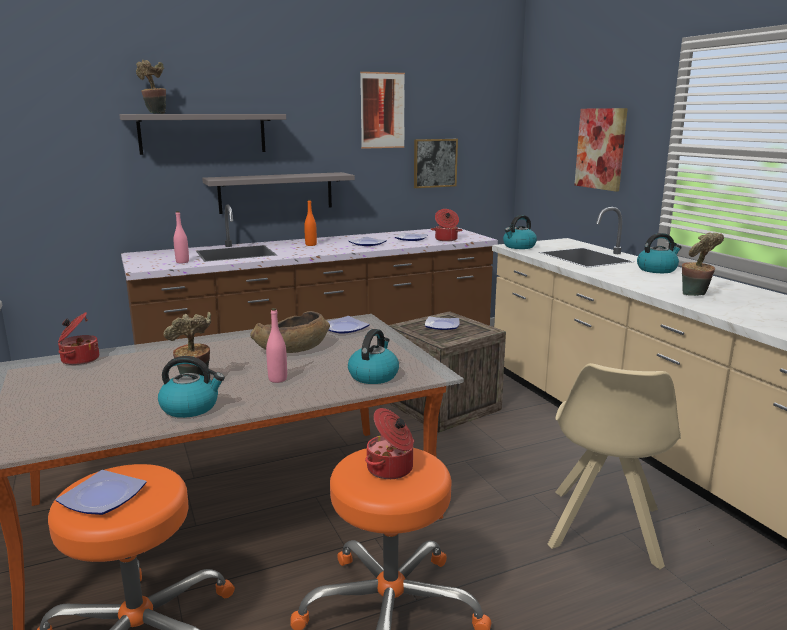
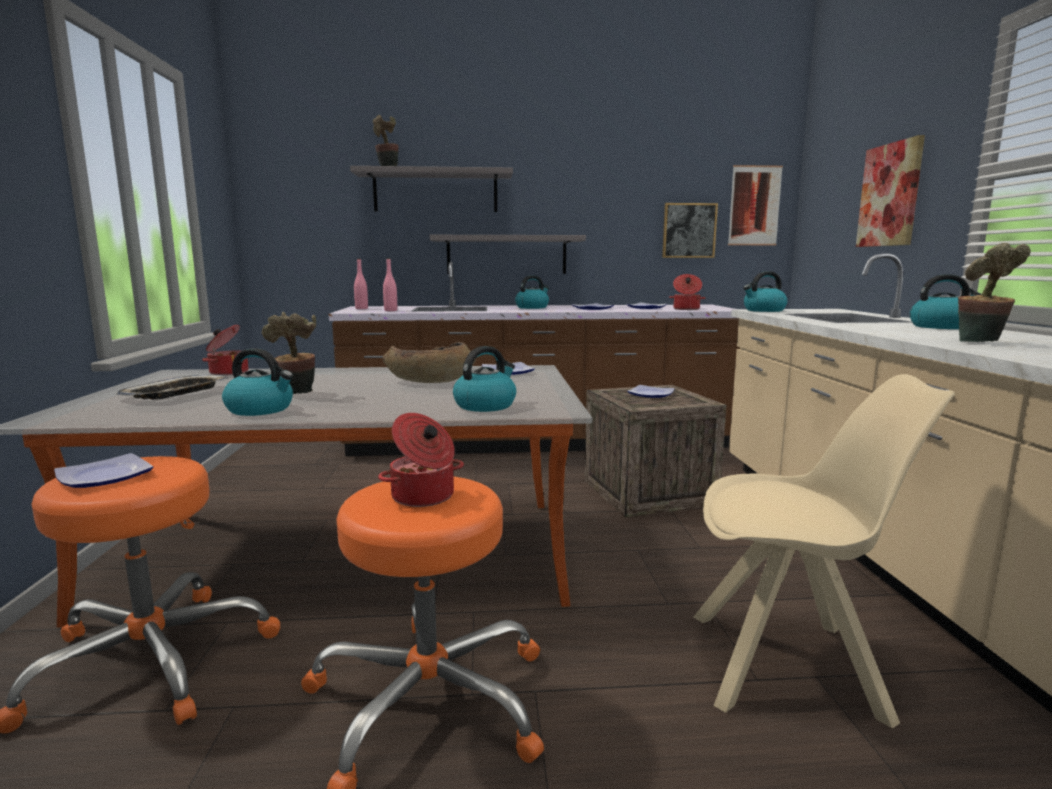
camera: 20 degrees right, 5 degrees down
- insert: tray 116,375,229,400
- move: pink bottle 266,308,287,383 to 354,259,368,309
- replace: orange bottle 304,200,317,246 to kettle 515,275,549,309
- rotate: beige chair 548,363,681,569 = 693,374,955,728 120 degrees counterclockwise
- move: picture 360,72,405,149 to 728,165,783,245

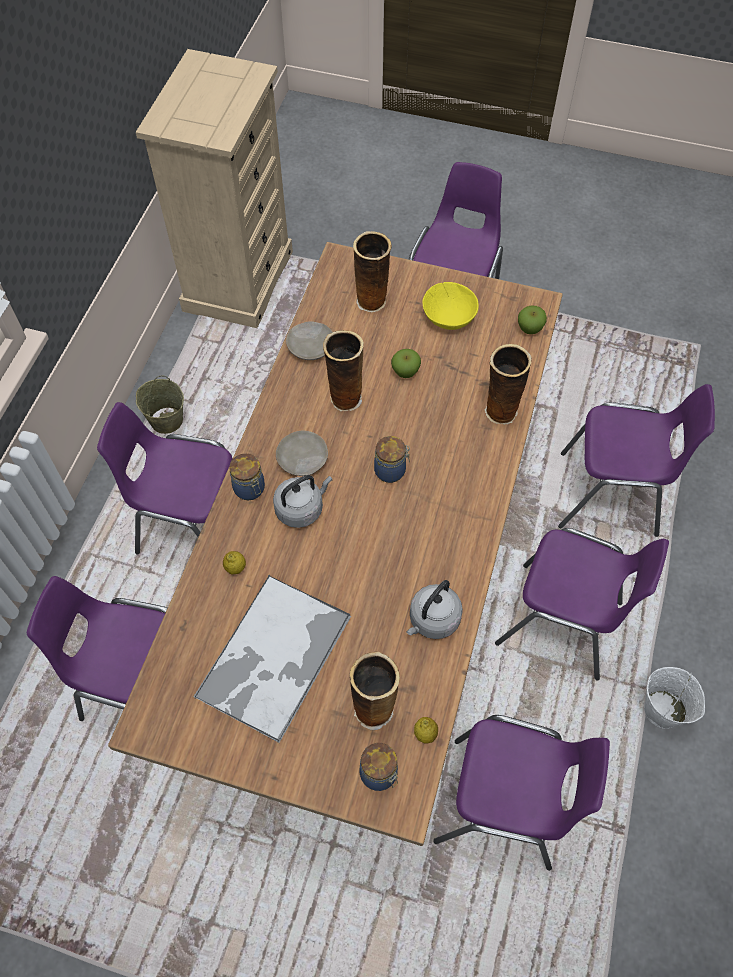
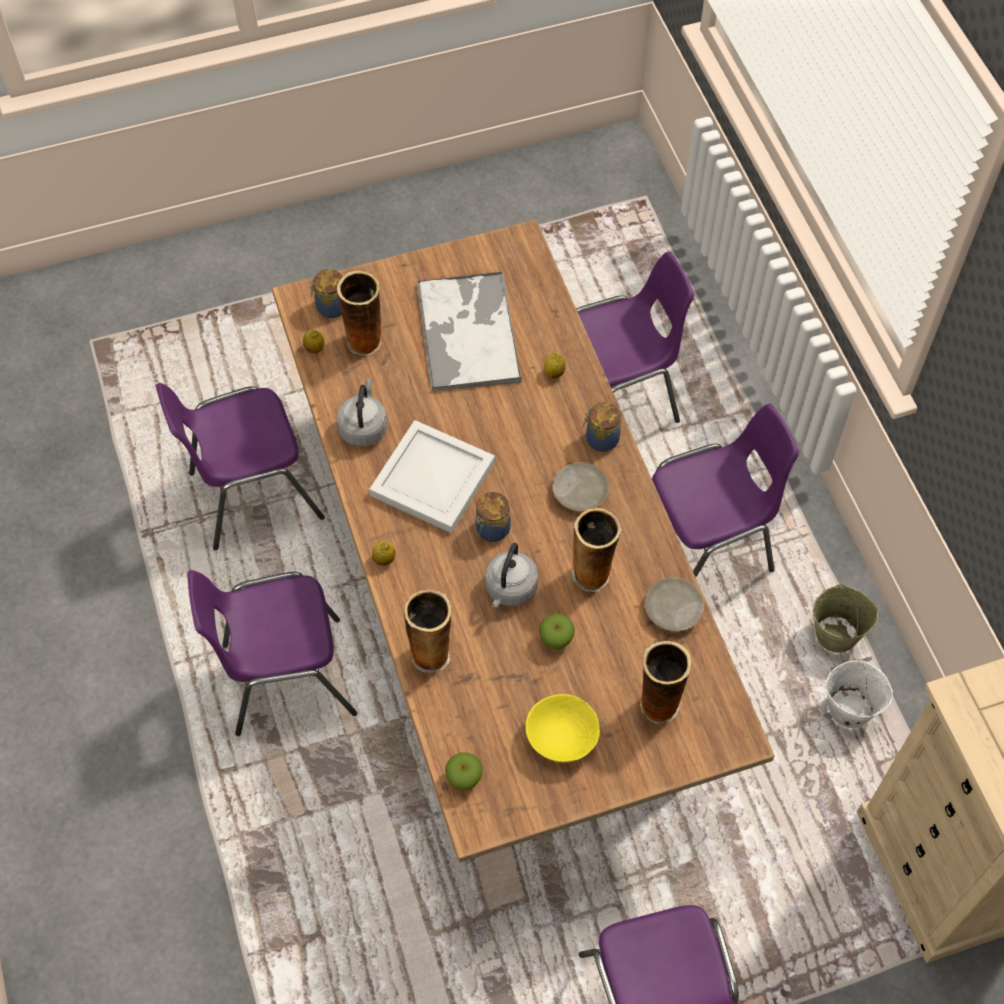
camera: 145 degrees right, 0 degrees up
- insert: white tray 369,420,495,533
- insert: lemon 372,541,396,566
- move: grey kettle 273,475,332,528 to 485,543,539,607
- move: white bucket 644,667,705,729 to 825,659,893,728
- delete: purple chair 558,384,715,537

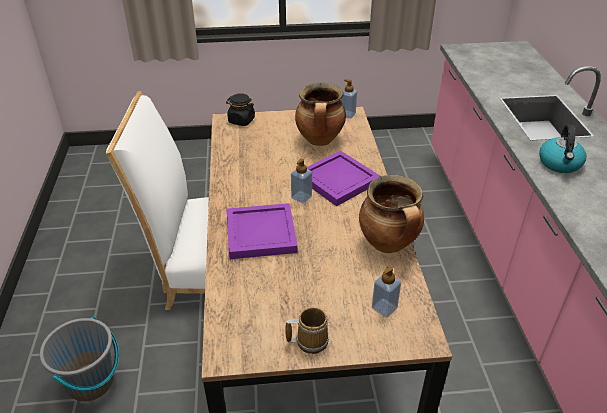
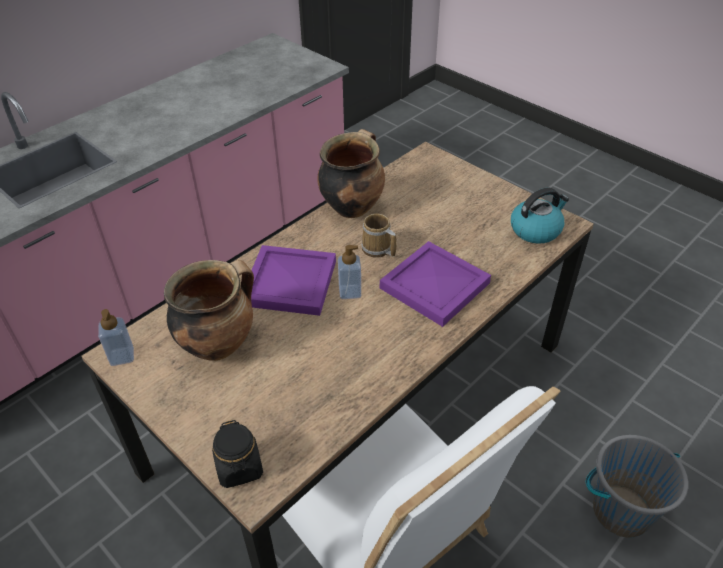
camera: 130 degrees left, 5 degrees up
- move: mug 285,307,329,354 to 361,214,397,258
- move: kettle 539,125,586,173 to 511,187,569,244
- delete: soap dispenser 372,266,401,318

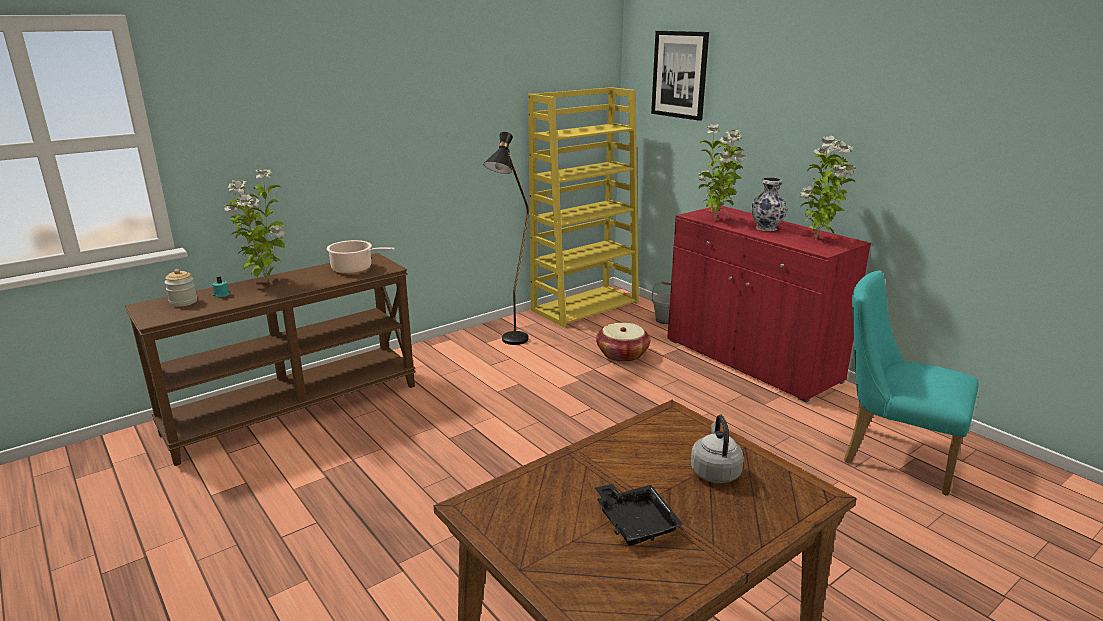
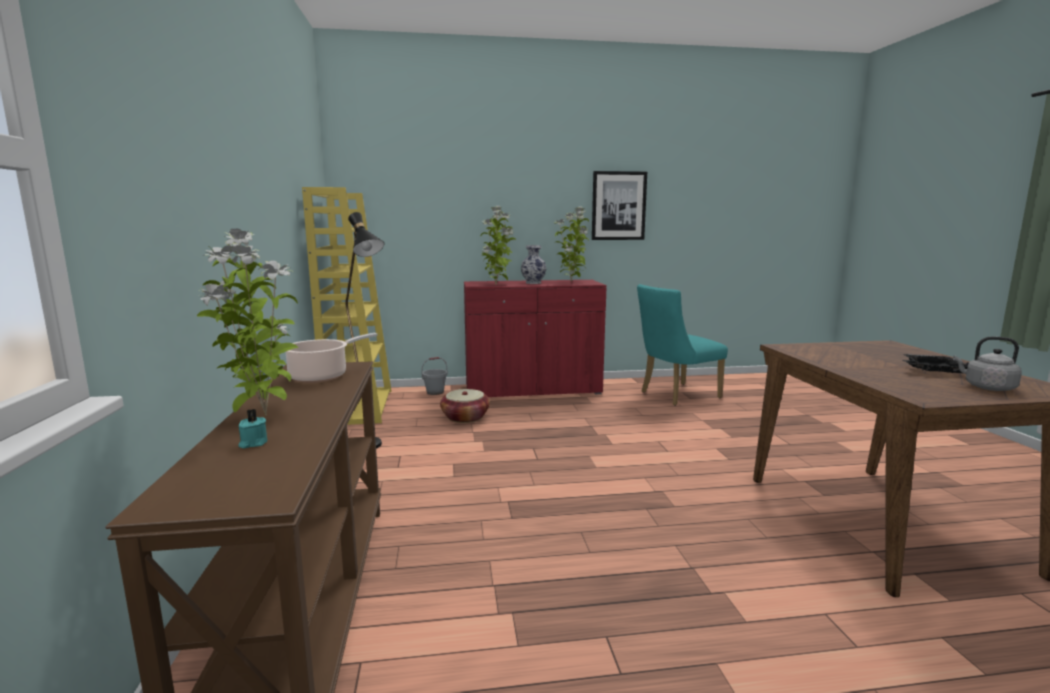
camera: 60 degrees left, 10 degrees down
- move: picture 651,31,709,121 to 592,171,647,240
- move: grey kettle 691,415,744,483 to 953,337,1022,391
- delete: jar 164,269,197,307

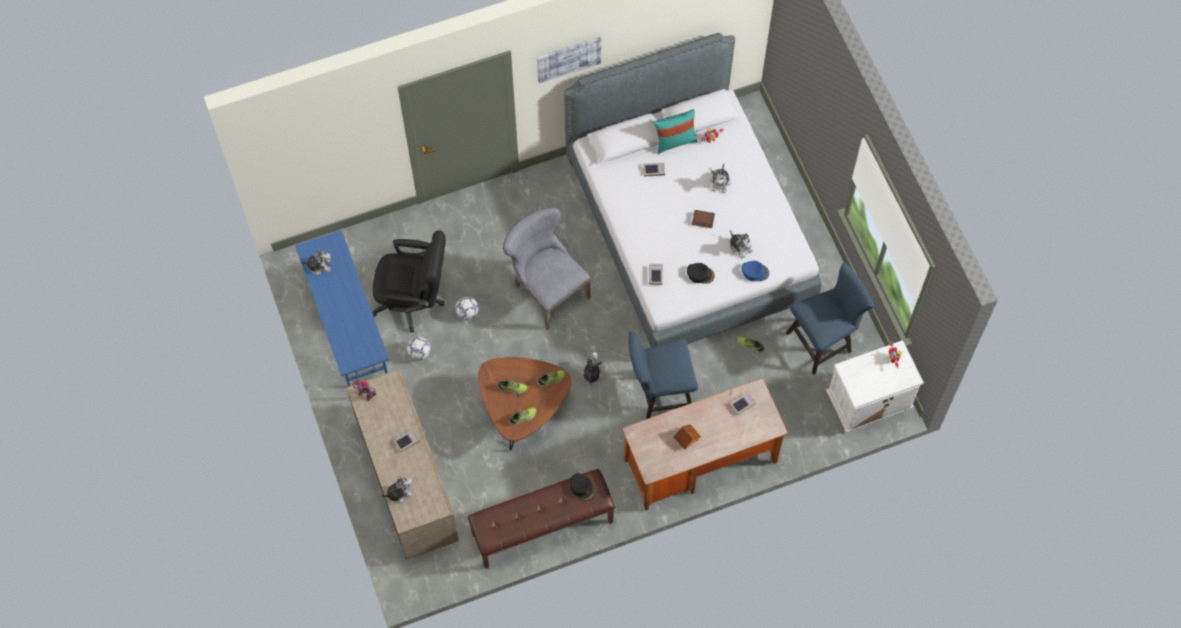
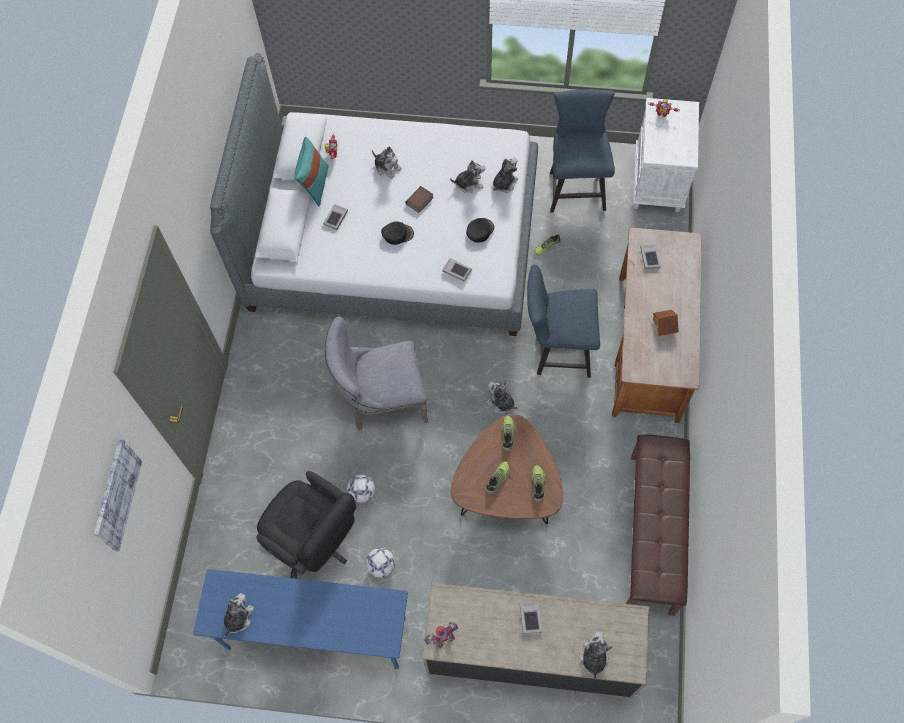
camera: 60 degrees left, 0 degrees up
- move: picture 537,37,601,83 to 94,439,142,552
- rotate: black office chair 372,230,446,333 = 256,471,356,579 90 degrees clockwise
- move: black cap 570,473,595,501 to 381,221,414,245
- replace: blue cap 742,261,769,281 to plush toy 493,158,518,193
- rotate: blue chair 628,331,698,419 = 527,264,600,378 75 degrees clockwise

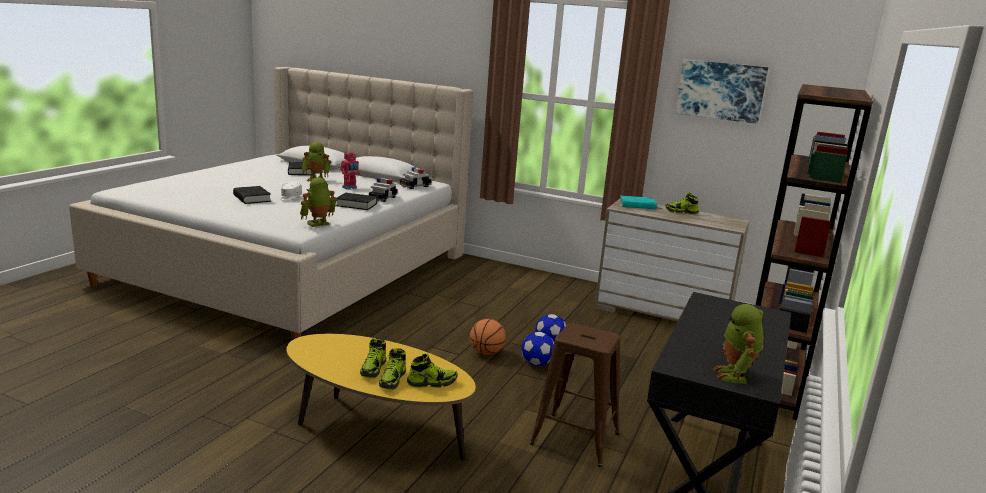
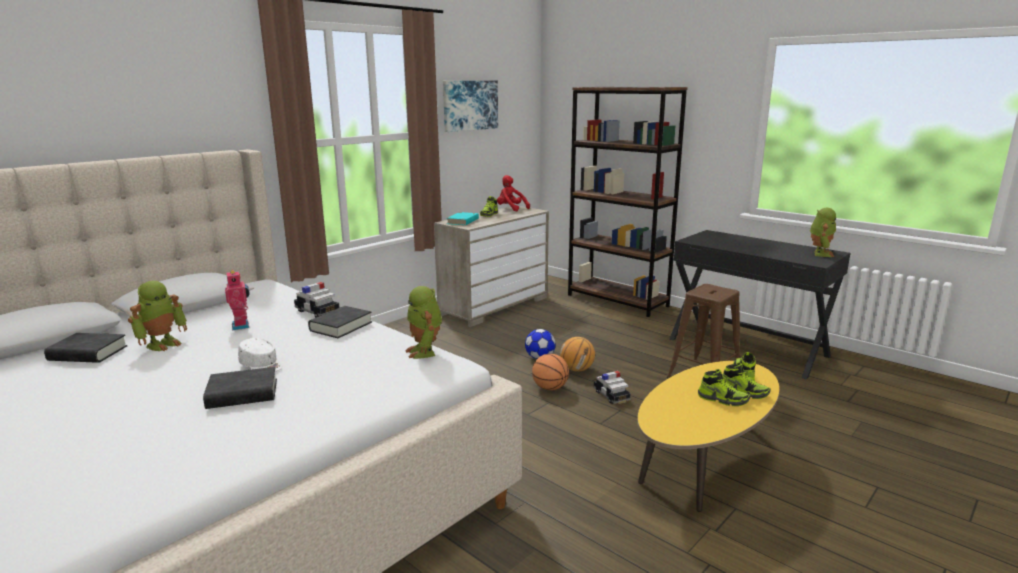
camera: 70 degrees left, 0 degrees up
- insert: red plush toy 497,175,530,211
- replace: football 521,332,554,366 to basketball 560,337,595,372
- move: toy car 400,167,432,189 to 594,371,631,404
- rotate: toy robot 713,304,764,384 = 810,208,837,257 90 degrees counterclockwise

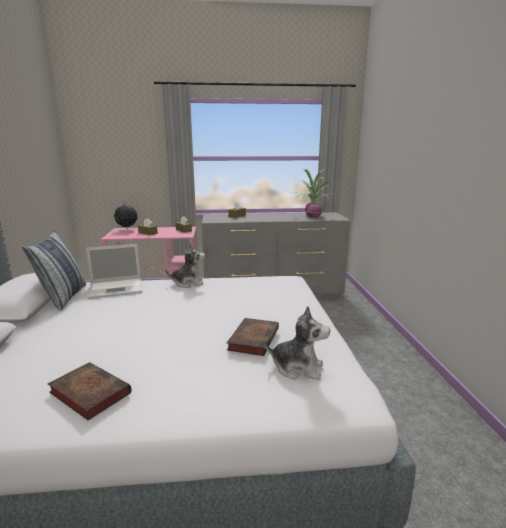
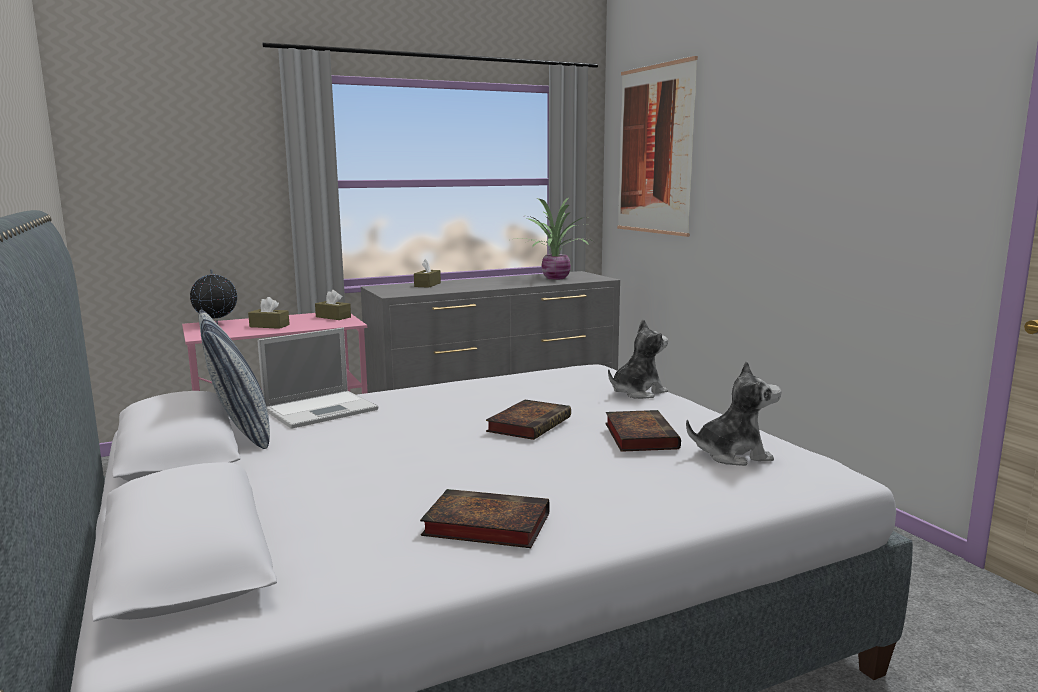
camera: 20 degrees left, 5 degrees down
- insert: book 486,400,571,440
- move: plush toy 165,243,205,288 to 608,319,668,399
- insert: picture 617,56,698,237

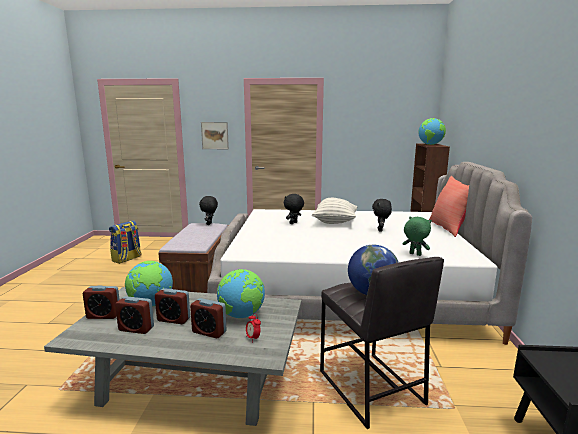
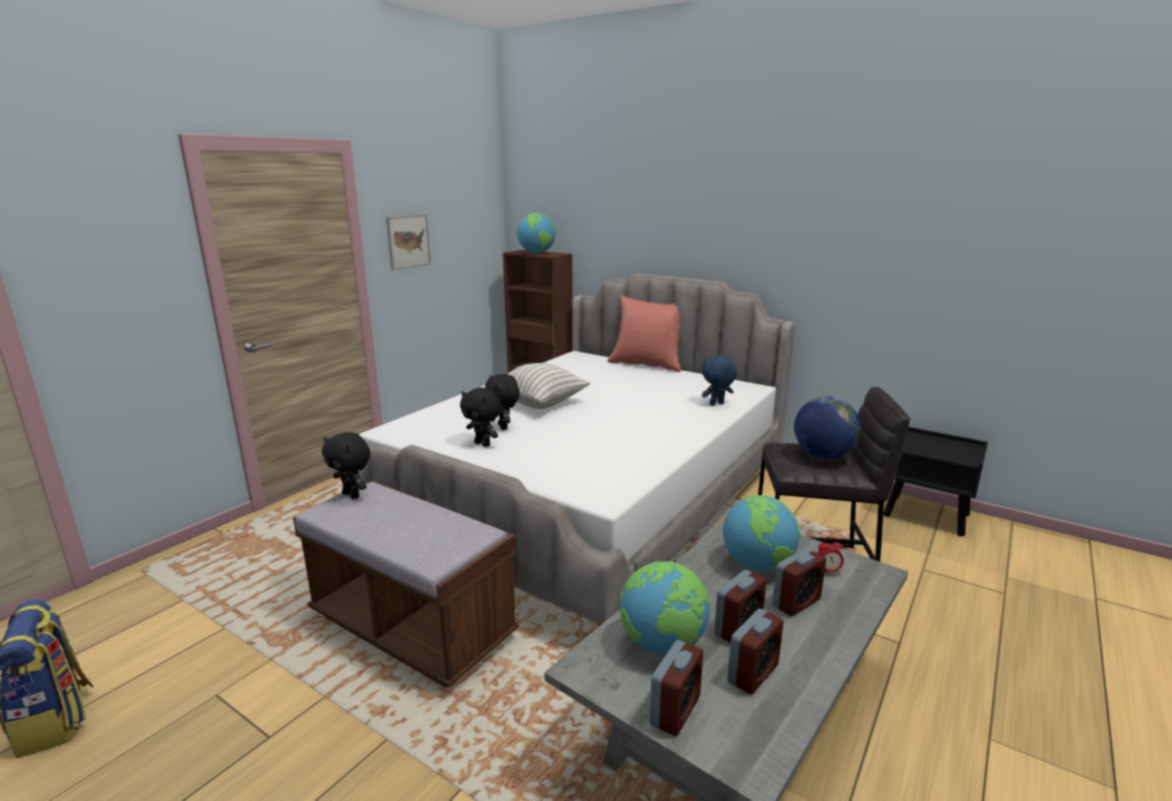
camera: 60 degrees left, 5 degrees up
- move: picture 201,122,229,149 to 386,214,431,270
- move: black plush toy 372,199,392,232 to 460,387,501,447
- recolor: green plush toy 402,217,432,256 to blue plush toy 702,356,737,406

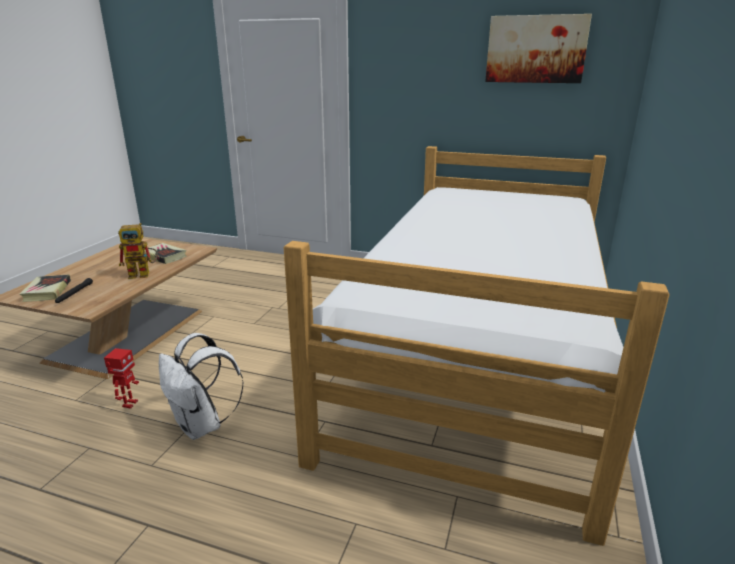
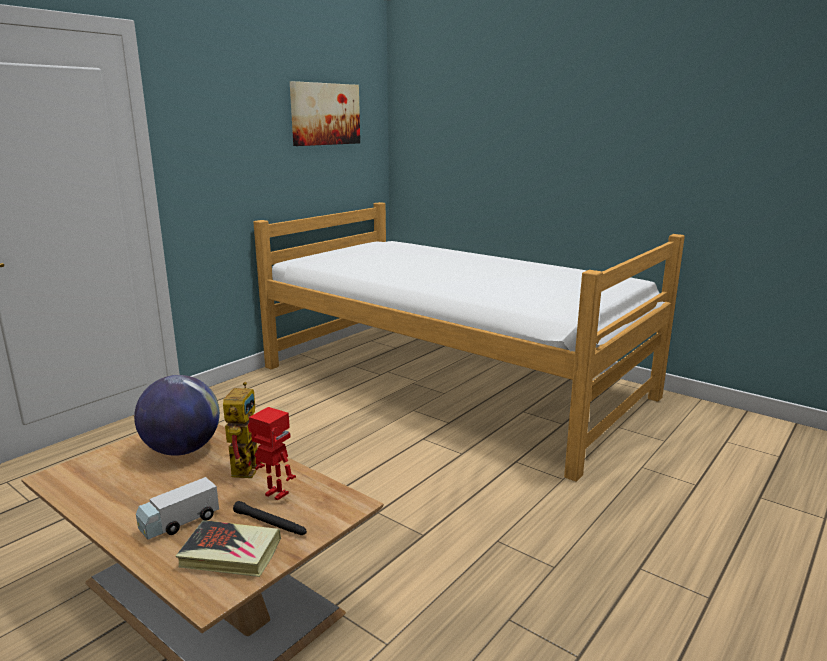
camera: 70 degrees left, 5 degrees down
- replace: book 144,243,187,264 to globe 134,375,220,456
- insert: toy truck 136,477,219,539
- move: toy robot 104,348,139,409 to 249,407,296,500
- delete: white backpack 159,333,244,440

